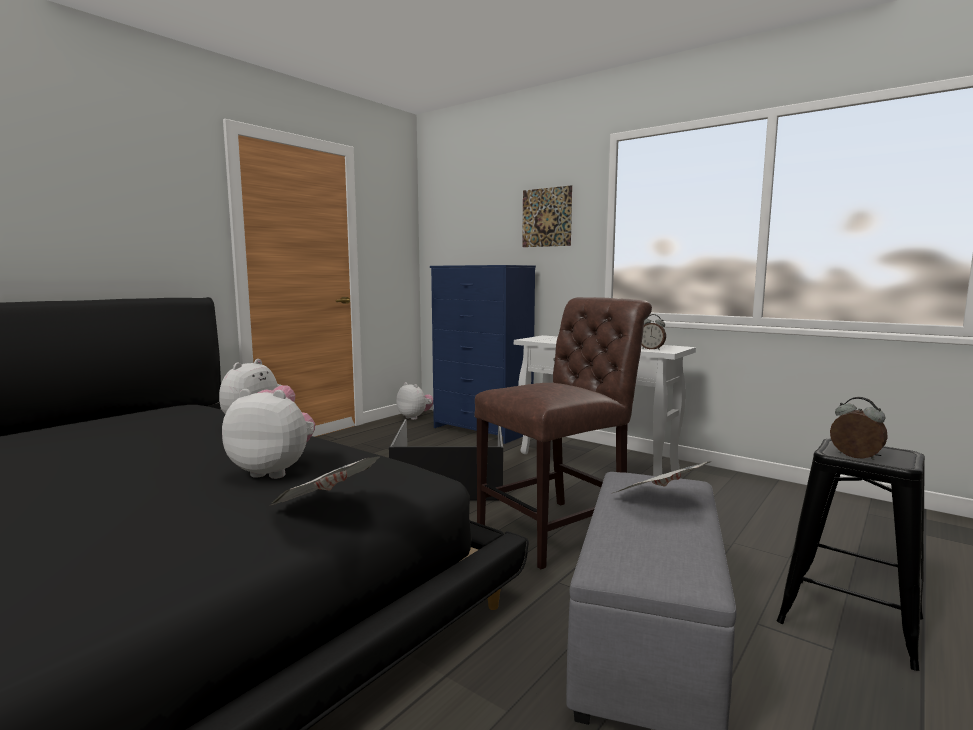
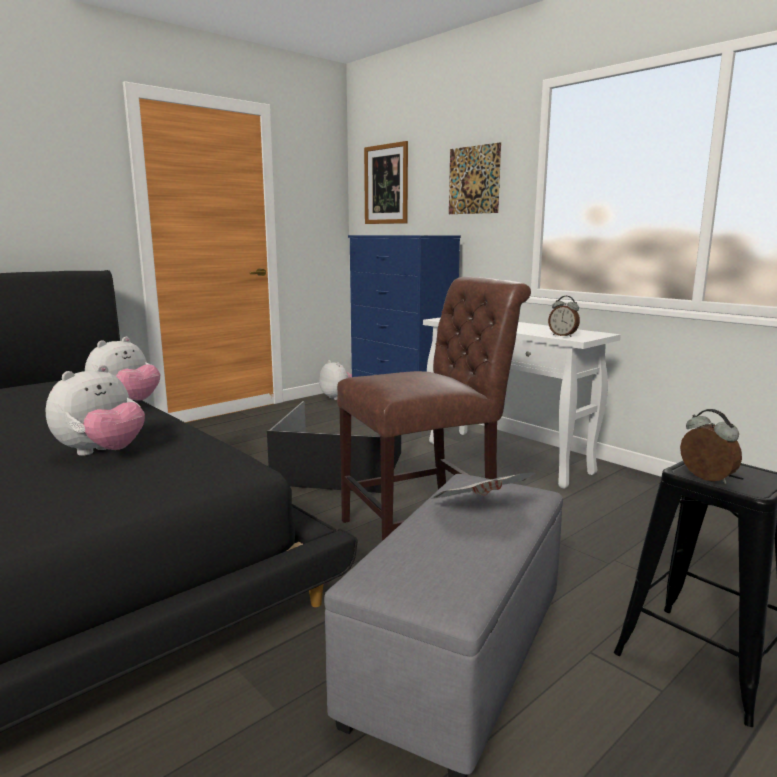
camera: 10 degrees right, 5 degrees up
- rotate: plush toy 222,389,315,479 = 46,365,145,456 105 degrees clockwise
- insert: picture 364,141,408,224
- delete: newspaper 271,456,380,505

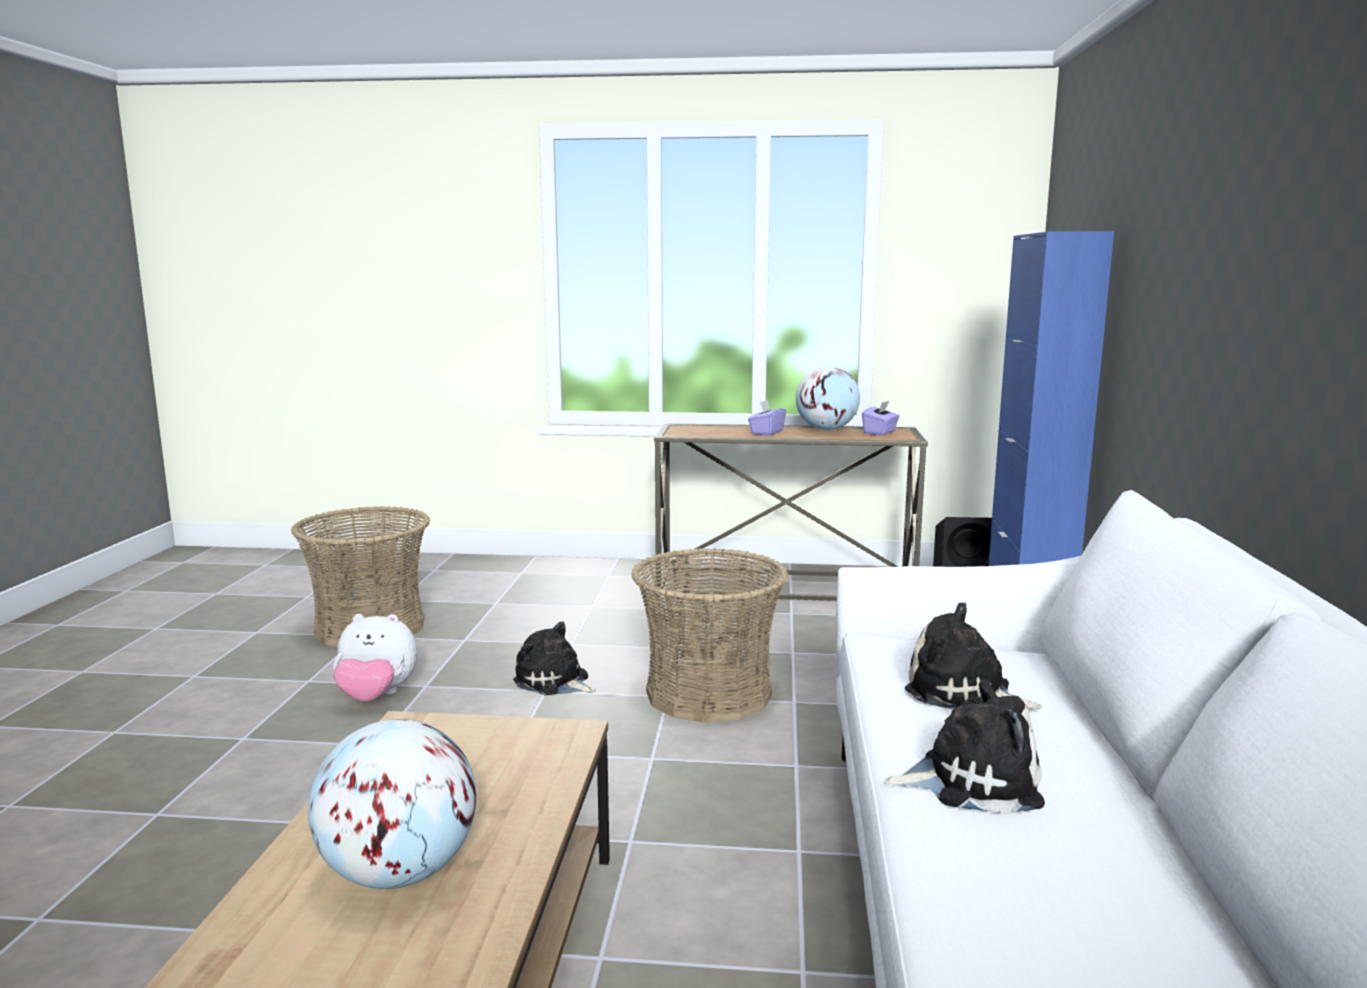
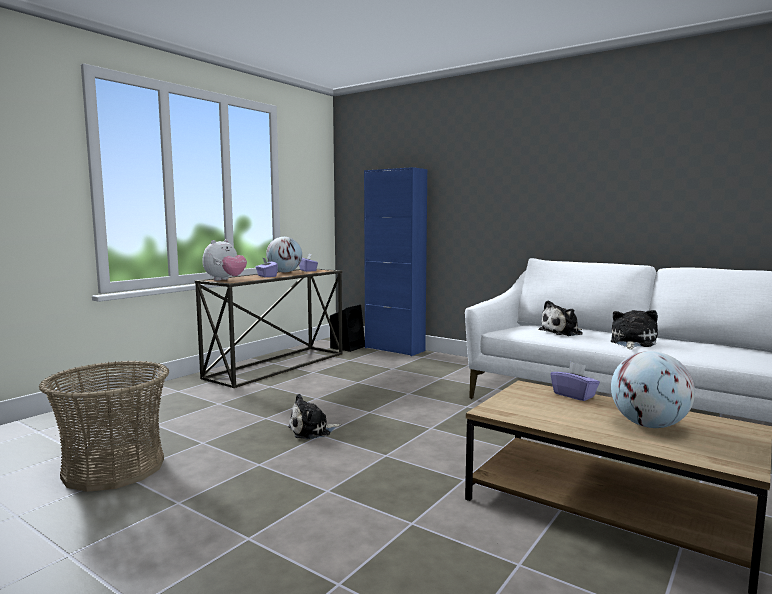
camera: 60 degrees left, 5 degrees down
- move: plush toy 333,614,418,702 to 203,239,247,281
- insert: purple tissue box 550,362,600,401
- delete: basket 631,548,789,723

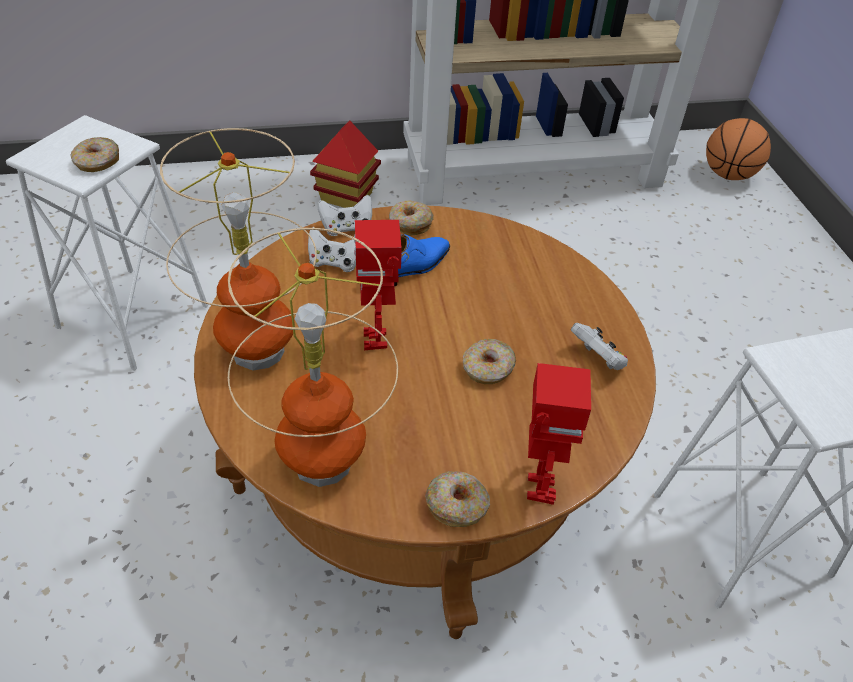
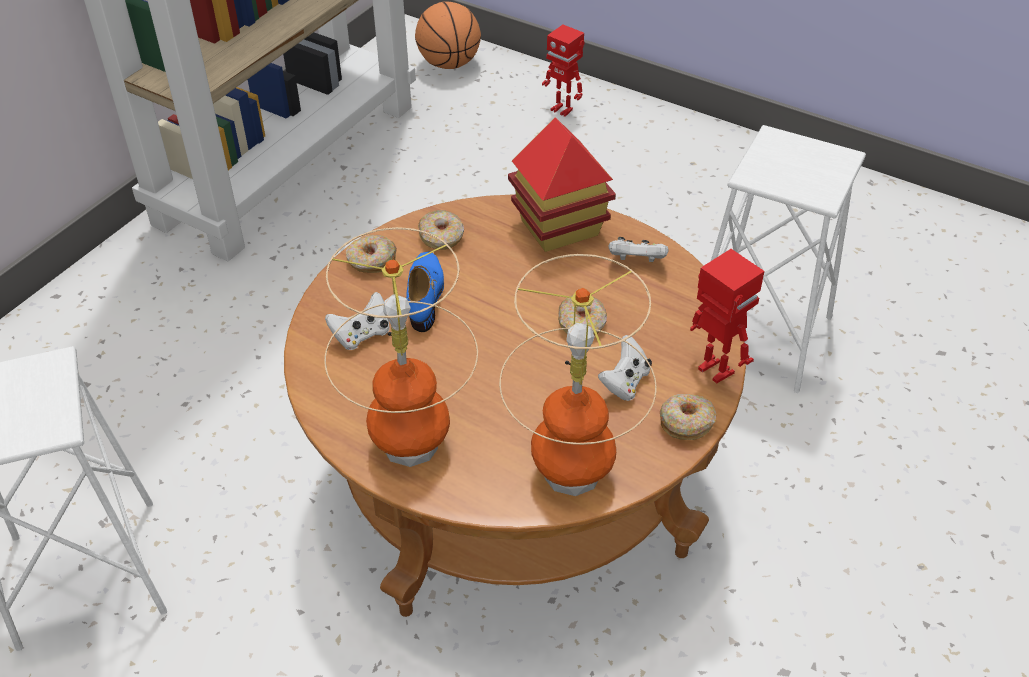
camera: 45 degrees left, 0 degrees up
- move: donut 70,137,119,172 to 418,210,464,250
- move: toy house 310,120,381,208 to 508,117,616,252
- move: toy robot 354,220,402,350 to 542,25,585,117
- move: white game controller 318,195,372,236 to 598,335,652,401

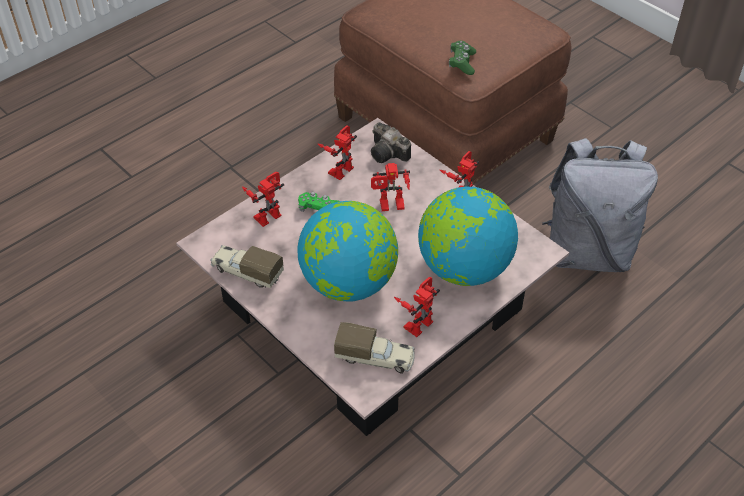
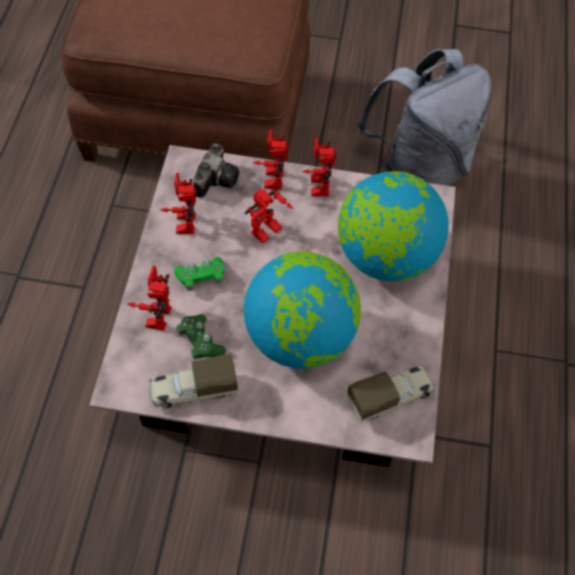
camera: 40 degrees left, 10 degrees up
- move: green game controller 449,41,476,75 to 177,314,226,360
- rotate: photo camera 371,122,411,163 = 193,143,239,198 75 degrees counterclockwise
- move: toy robot 394,277,440,337 to 253,129,288,190

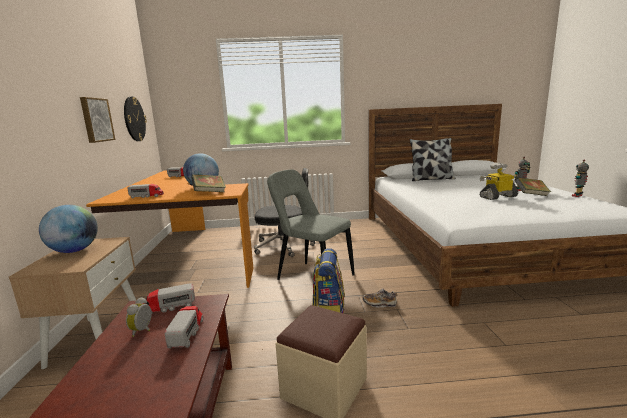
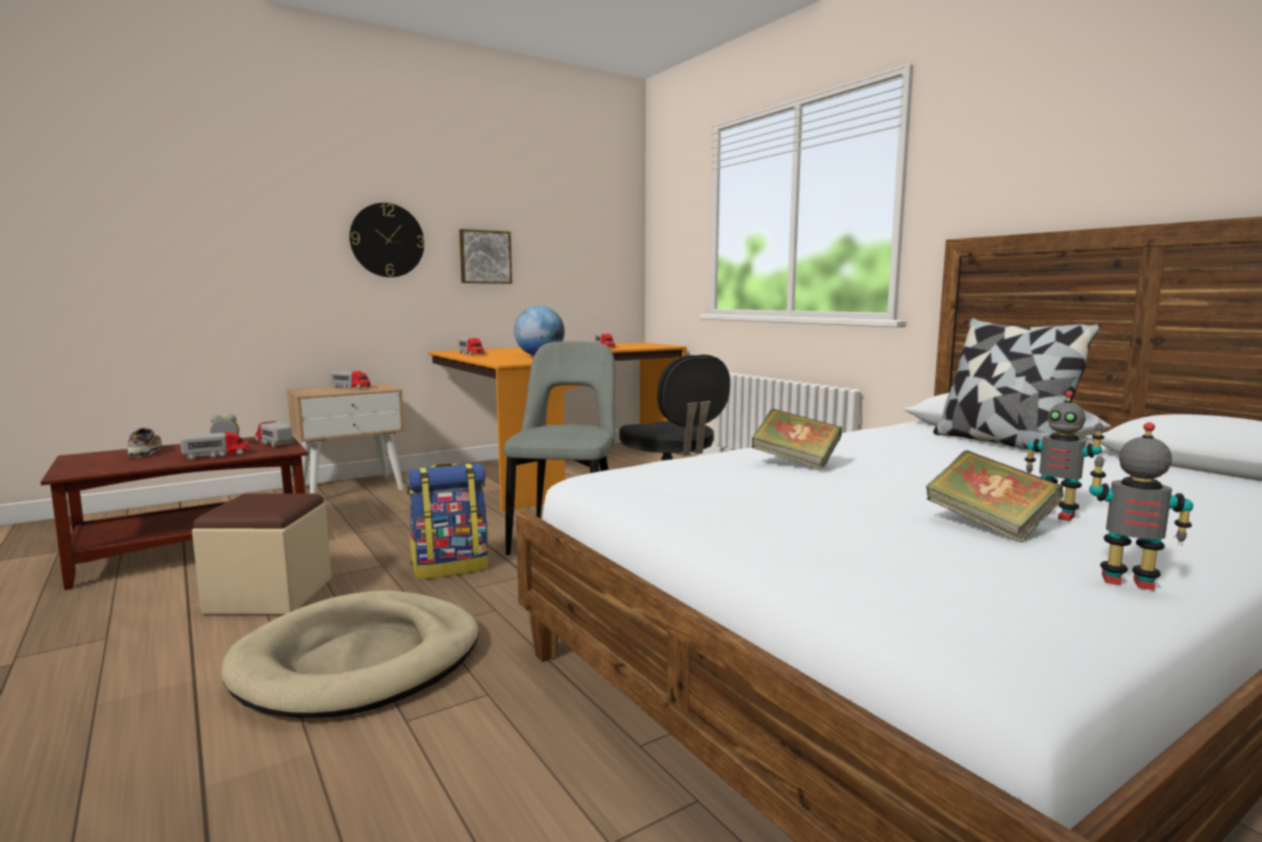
camera: 60 degrees right, 5 degrees down
- move: shoe 362,288,398,307 to 128,428,162,457
- insert: beige dog bed 221,590,479,718
- replace: globe 39,205,98,253 to toy truck 330,371,371,389
- move: wall clock 124,97,147,141 to 349,203,425,277
- move: book 191,174,226,192 to 752,409,842,470
- delete: toy robot 479,163,518,200

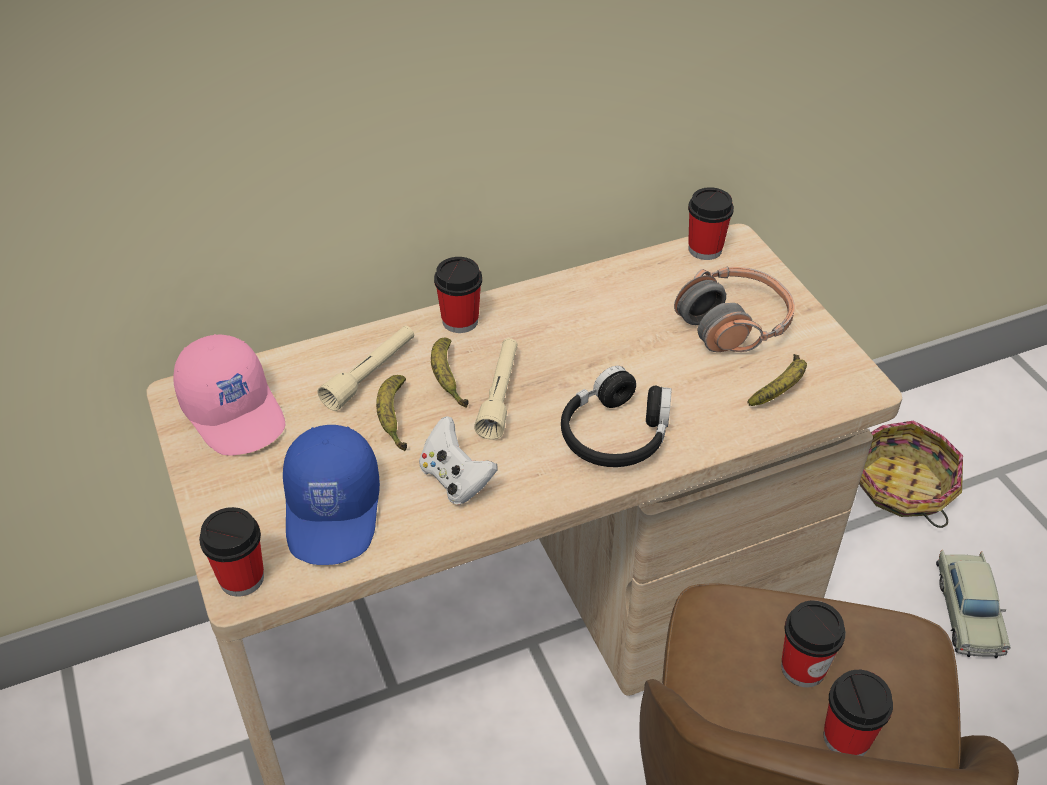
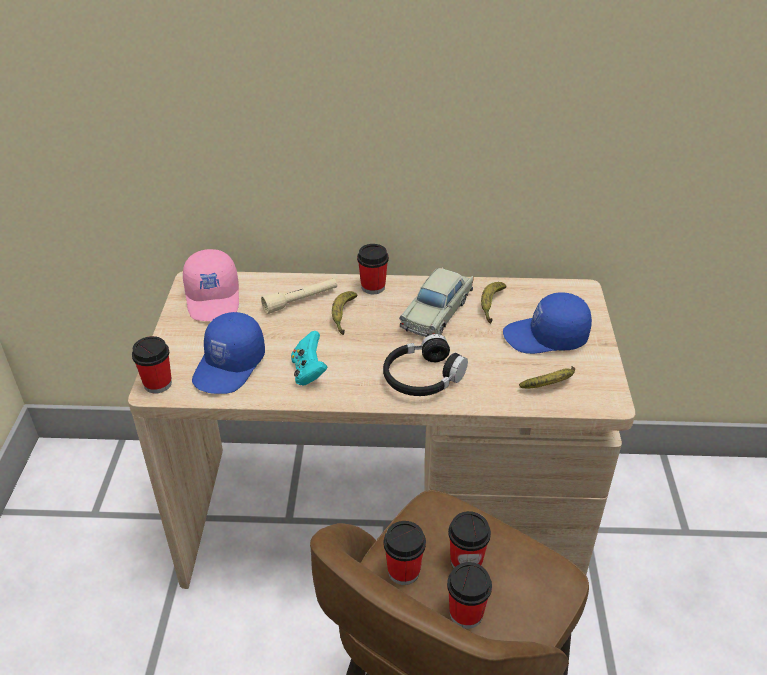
camera: 25 degrees right, 5 degrees down
- recolor: white game controller 419,416,498,505 to turquoise game controller 291,331,328,385
- move: cup 688,187,734,260 to 383,521,426,585
- move: beige toy car 936,550,1011,658 to 399,267,473,337
- move: banana 376,375,407,451 to 481,282,507,324
- replace: headphones 674,267,795,352 to blue cap 503,292,592,354
- delete: beige flashlight 474,338,518,439
- delete: basket 859,421,963,528

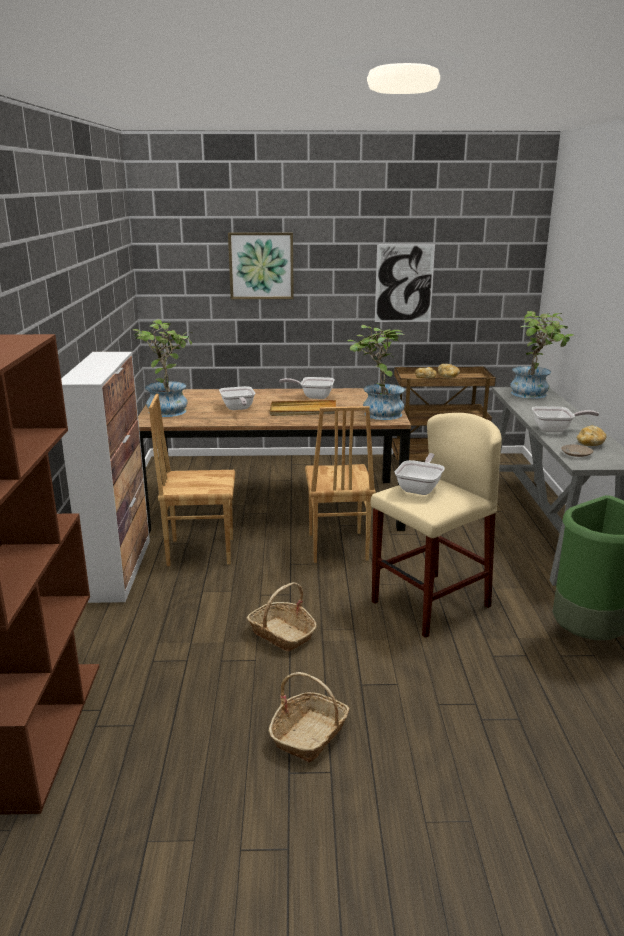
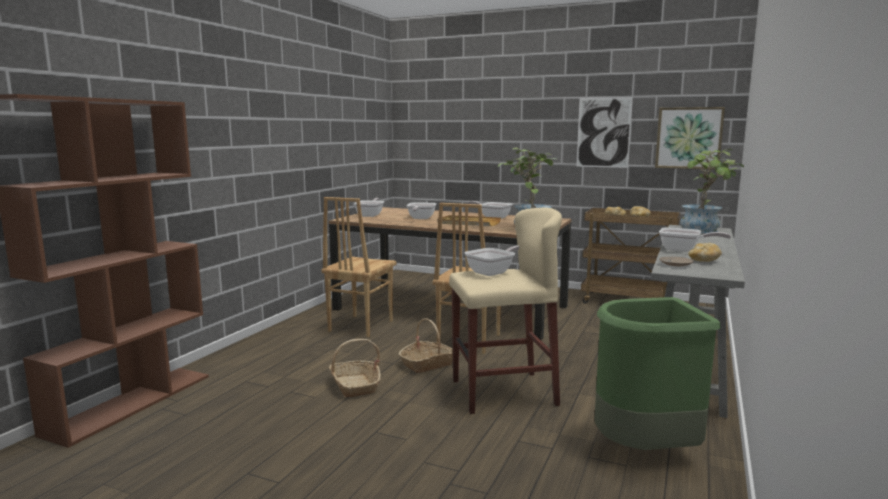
camera: 25 degrees right, 10 degrees down
- rotate: brown chair 149,394,235,566 = 322,197,397,337 90 degrees counterclockwise
- replace: potted plant 133,319,192,417 to frying pan 354,198,385,217
- move: basket 269,672,349,762 to 399,318,453,373
- move: picture 228,233,294,299 to 655,107,725,169
- delete: cabinet 61,352,150,603

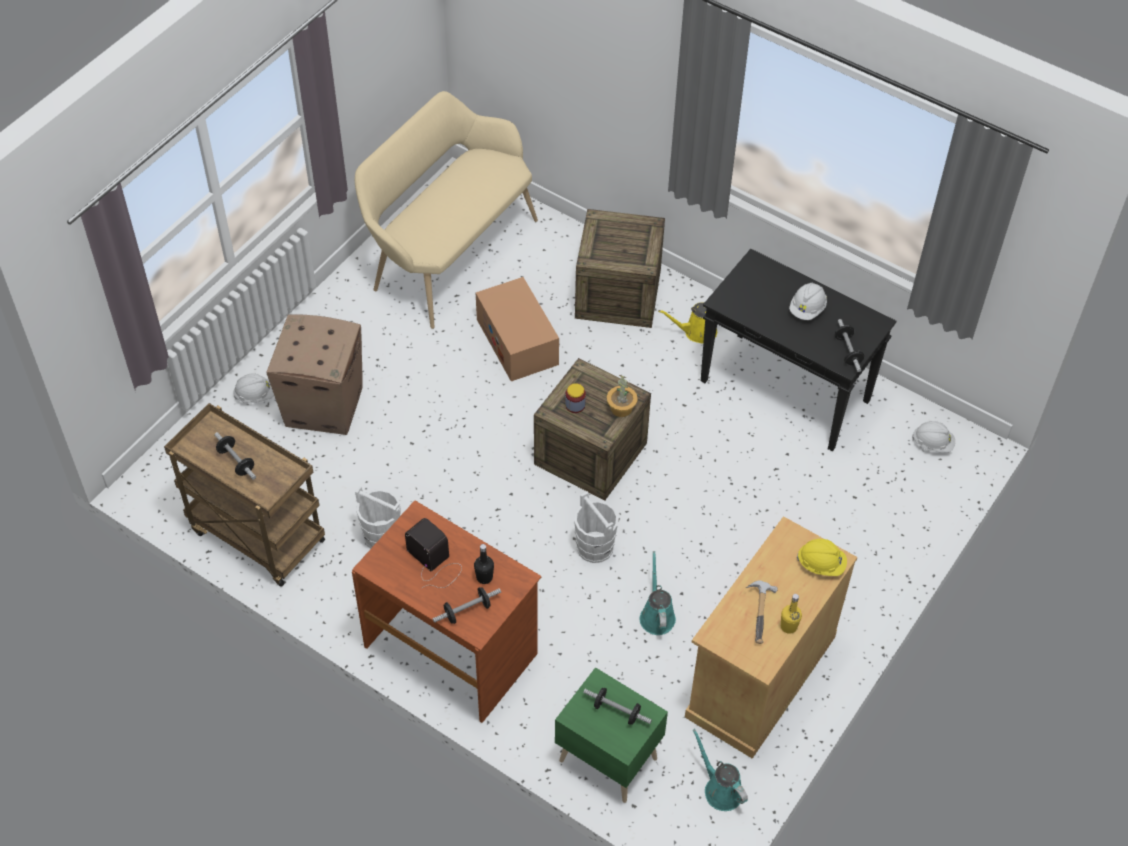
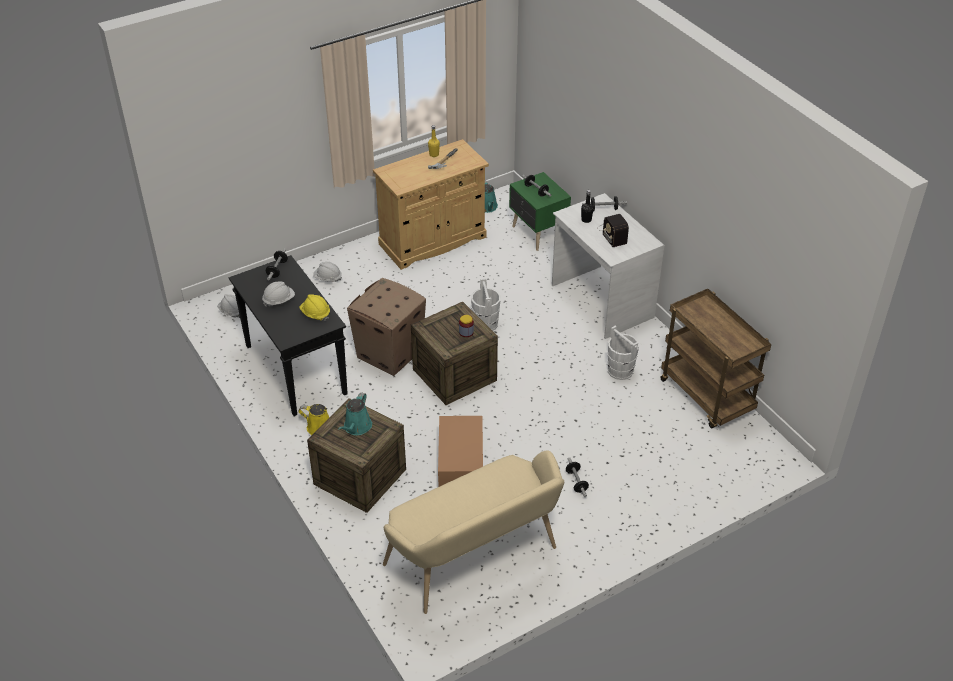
camera: 155 degrees left, 10 degrees down
- move: yellow hard hat 797,539,847,576 to 299,294,330,321
- move: white hard hat 233,373,274,403 to 313,262,342,282
- move: turquoise watering can 640,551,676,635 to 338,392,372,435
- move: cardboard box 266,314,363,435 to 347,278,426,376
- recolor: brown desk 352,500,541,723 to white desk 552,193,664,339
- move: dumbbell 214,432,256,480 to 566,458,589,497
- delete: potted plant 607,375,638,417

